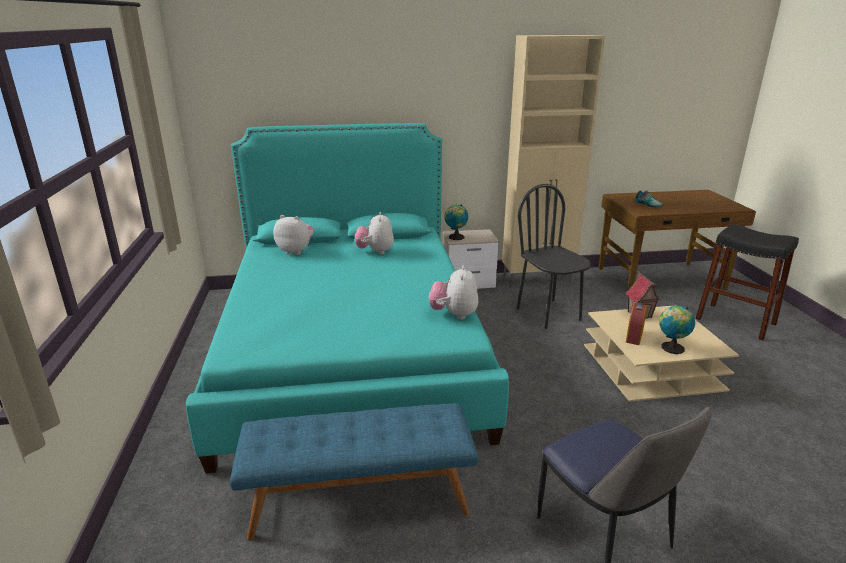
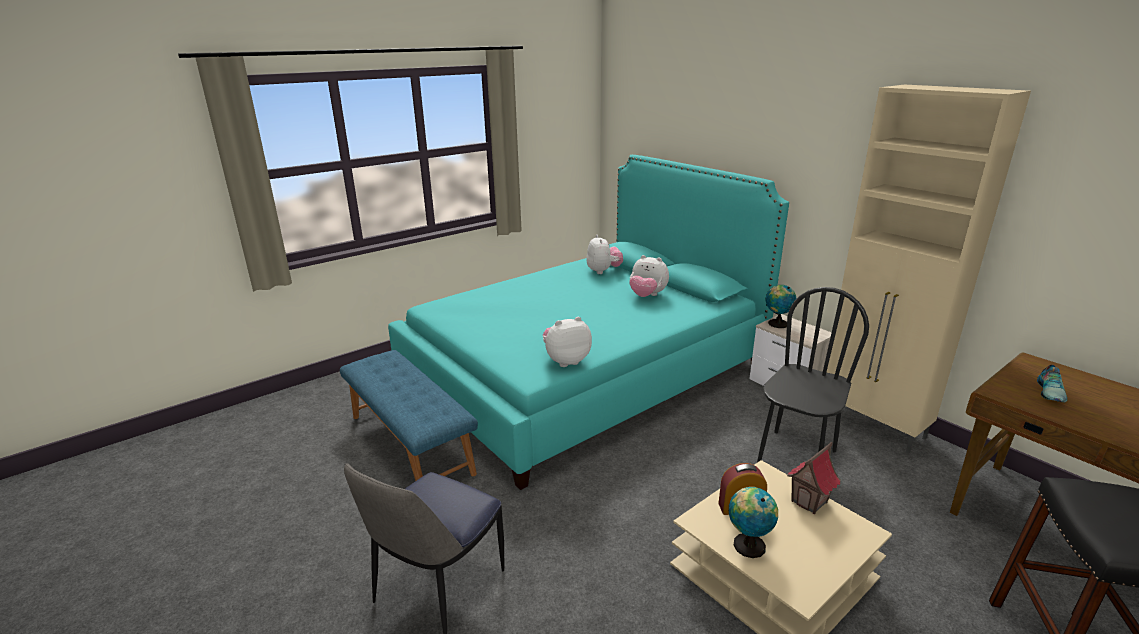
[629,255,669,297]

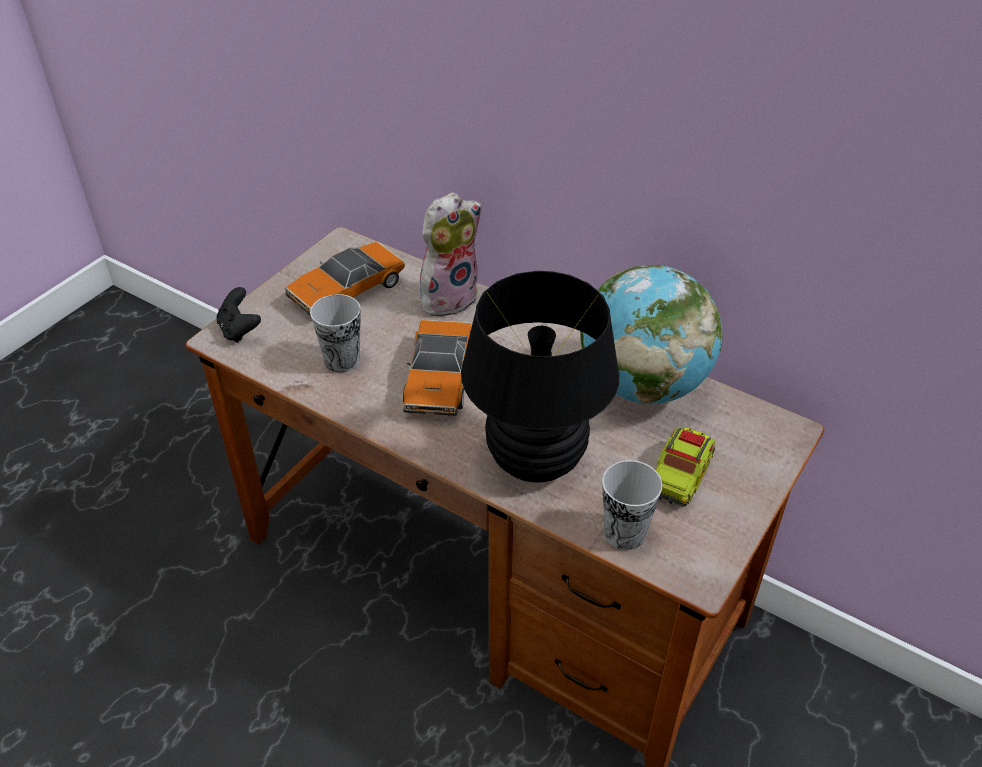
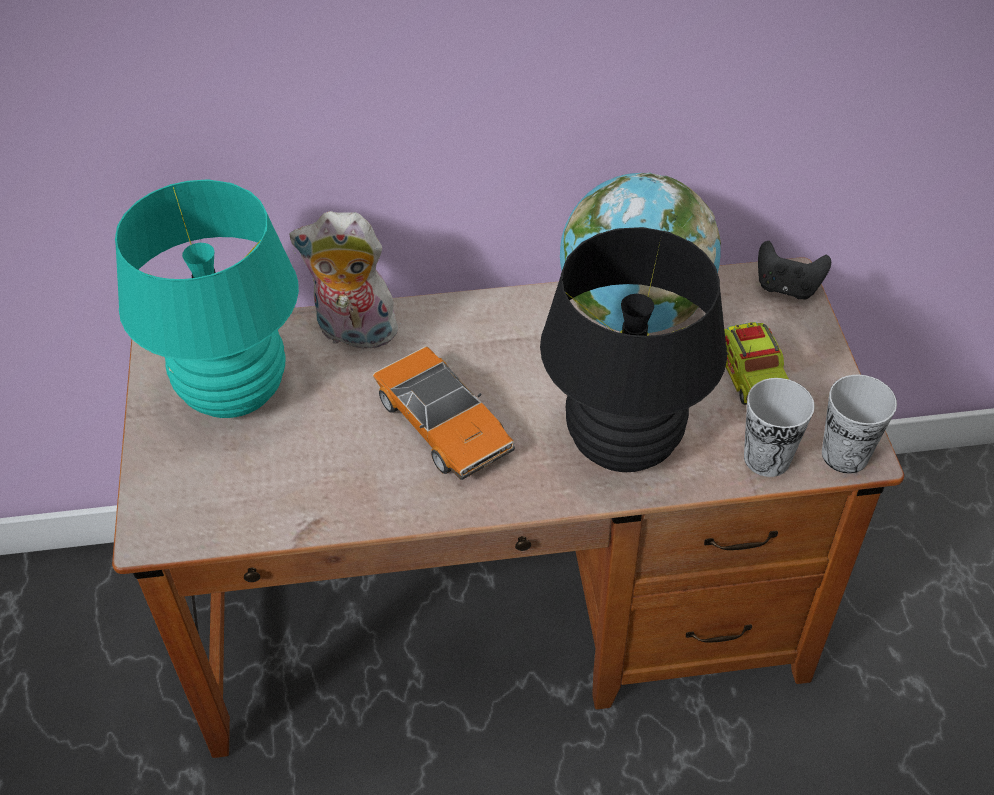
[115,179,299,418]
[289,211,402,349]
[758,241,831,300]
[822,375,897,474]

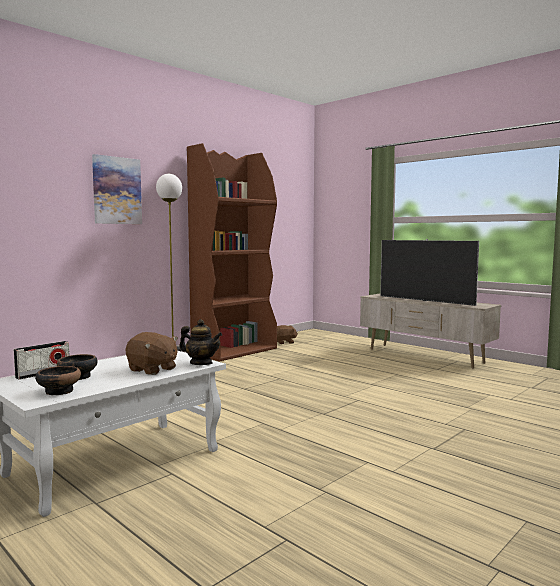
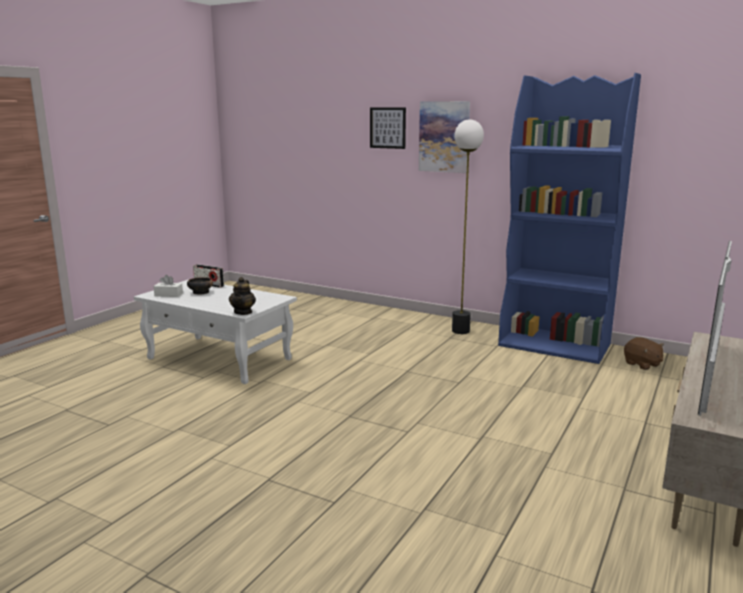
[153,275,183,297]
[370,108,406,149]
[498,73,641,364]
[125,332,178,375] (first image)

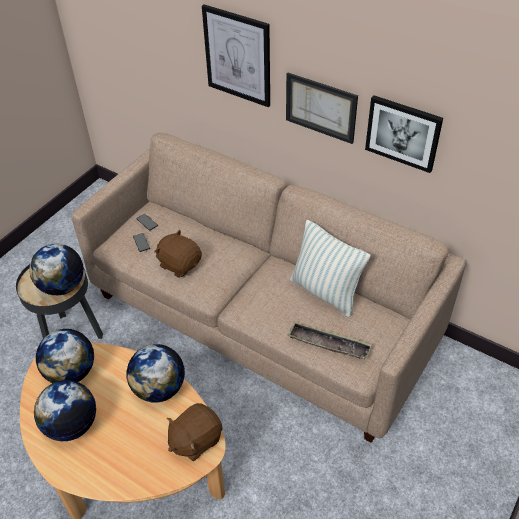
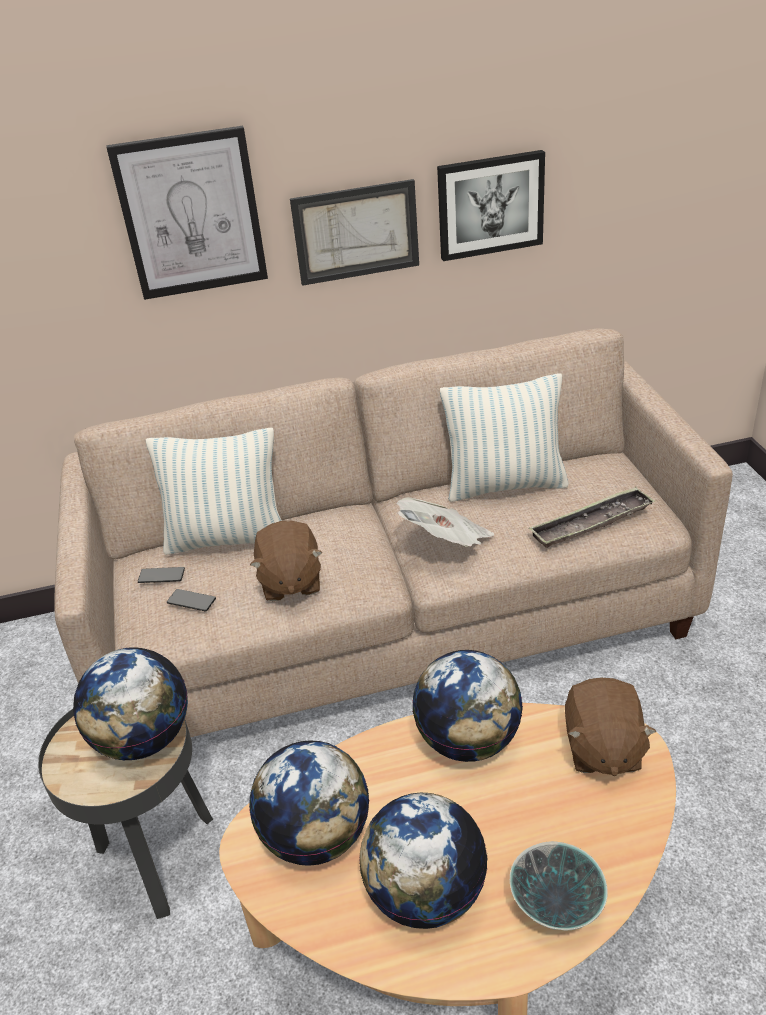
[146,428,282,555]
[250,521,322,601]
[397,497,494,547]
[510,841,608,931]

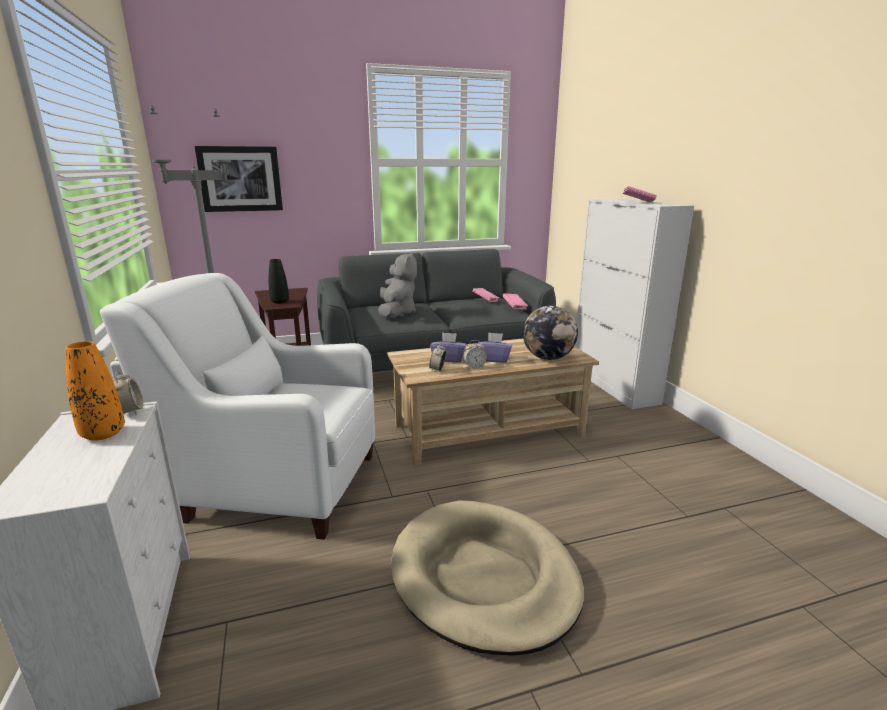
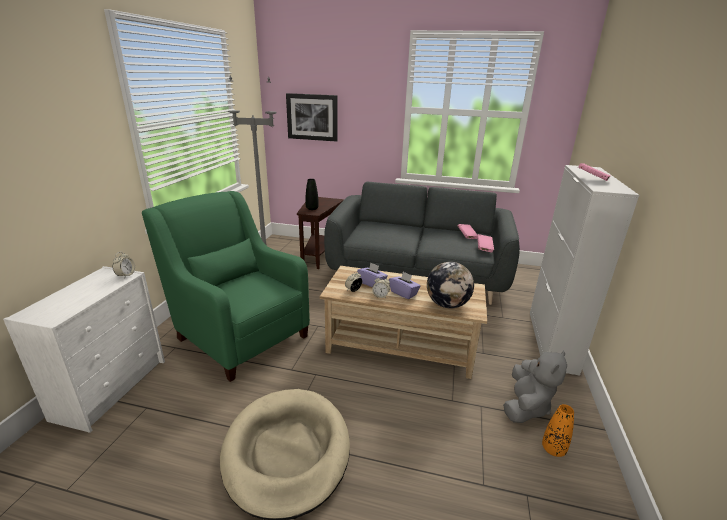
[142,191,310,382]
[503,351,567,423]
[542,404,574,457]

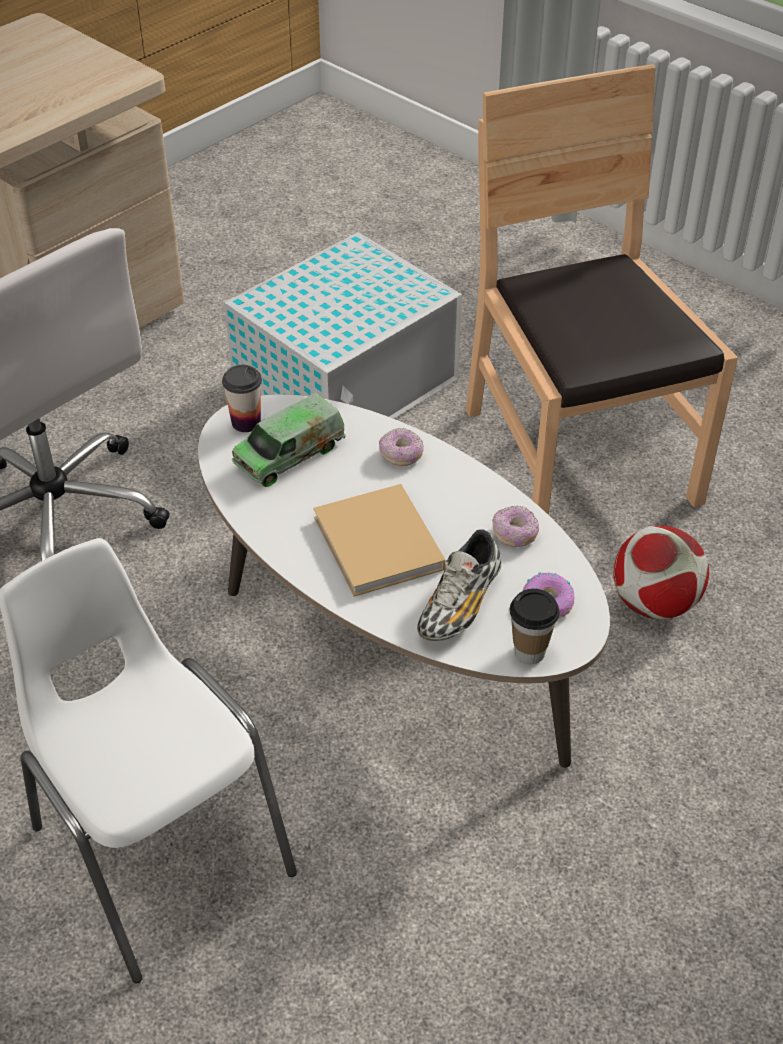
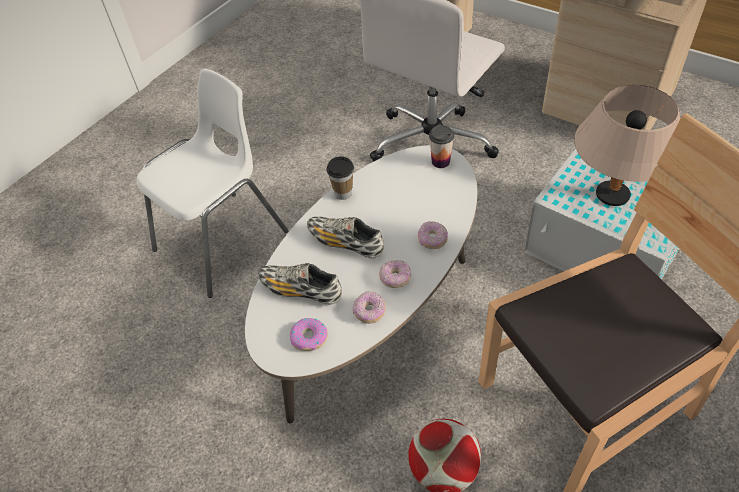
[307,217,384,258]
[326,156,354,200]
[379,260,411,288]
[574,85,680,206]
[232,393,346,487] (first image)

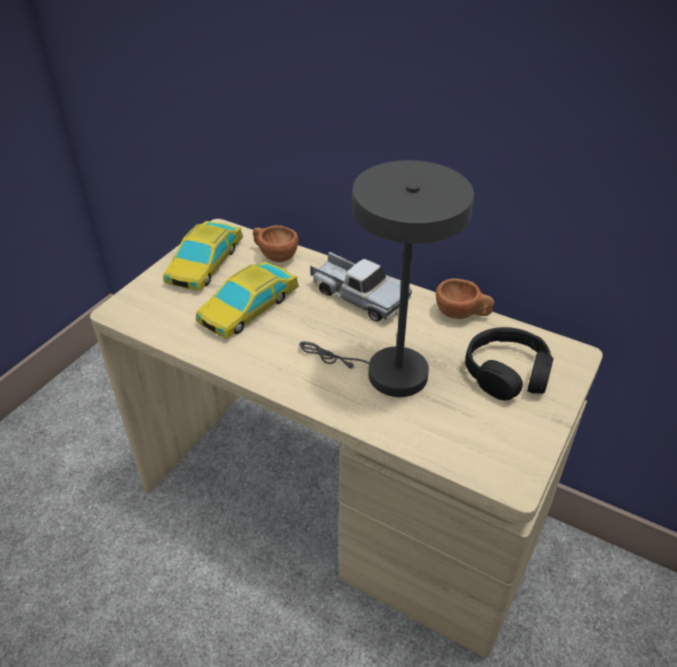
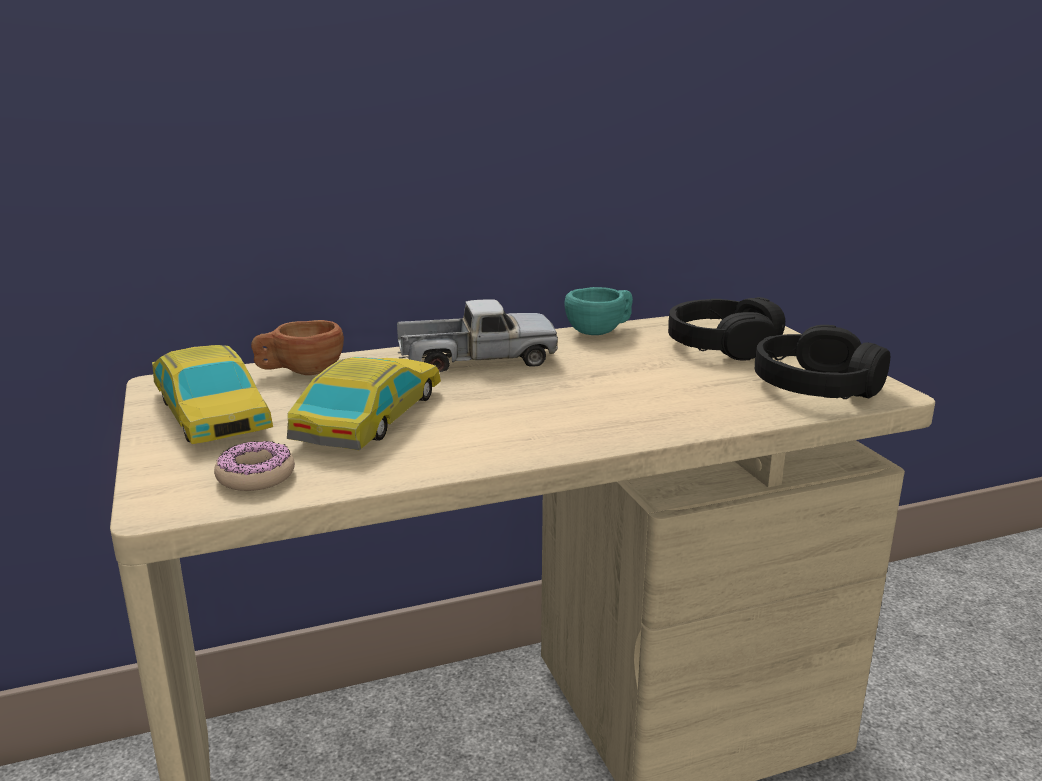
[214,441,295,491]
[287,357,441,450]
[564,287,633,335]
[755,325,890,399]
[299,160,474,397] (first image)

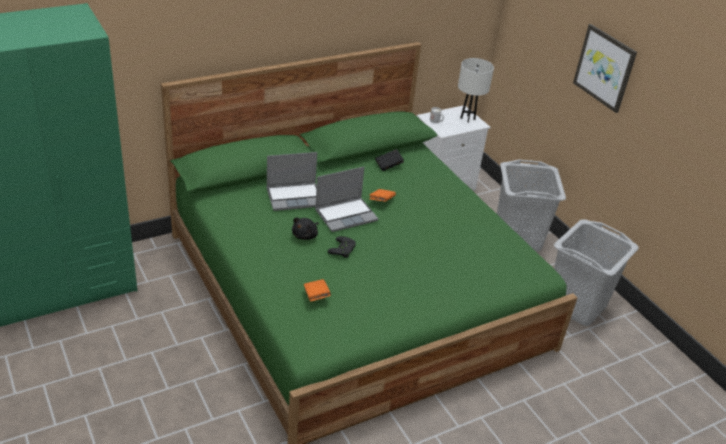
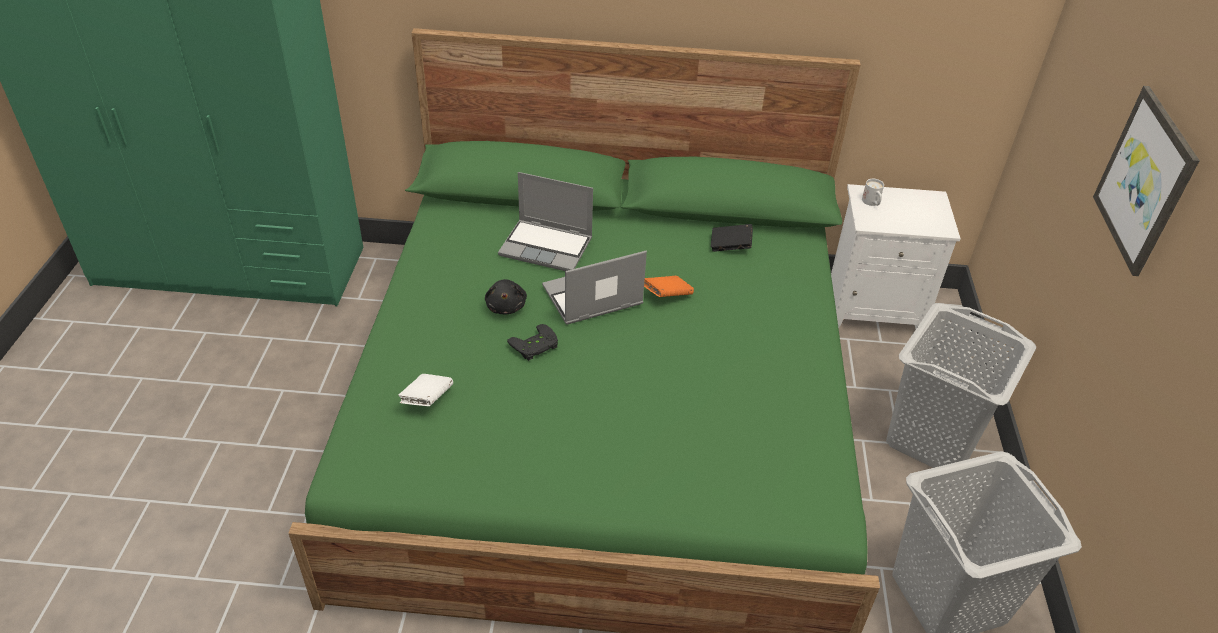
[398,374,453,406]
[485,279,527,315]
[542,251,647,325]
[458,58,494,123] (first image)

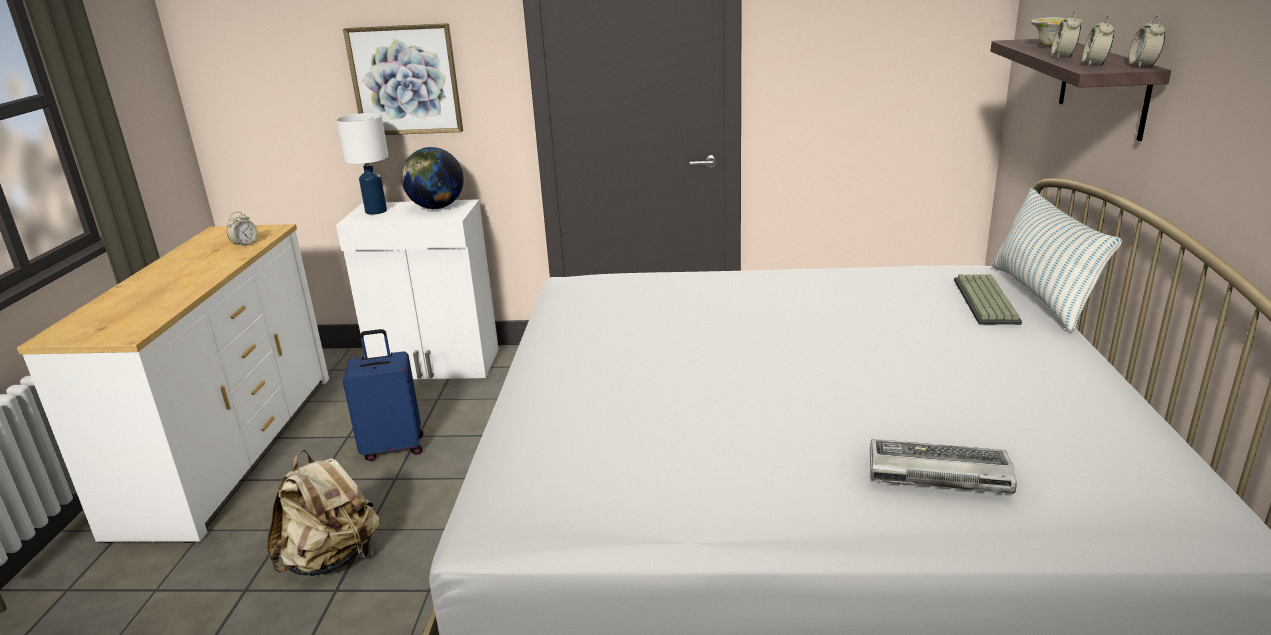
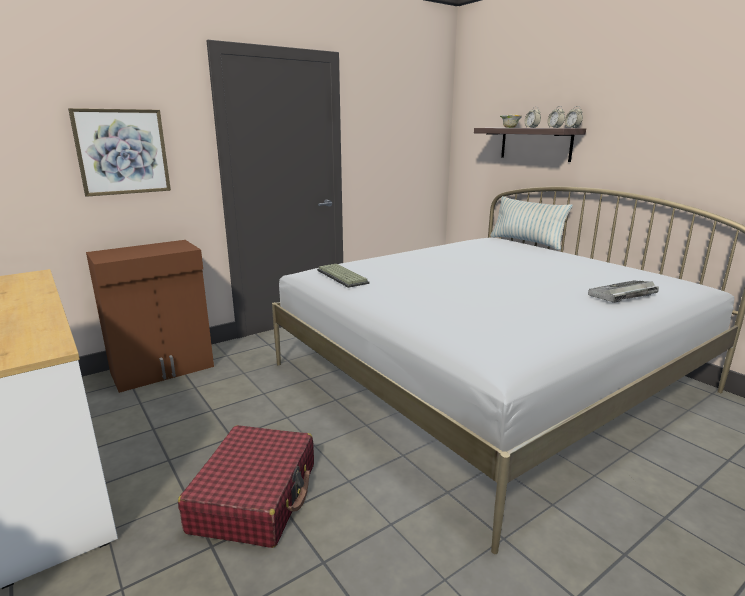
[86,240,214,393]
[178,425,314,548]
[317,264,369,288]
[227,212,257,248] (first image)
[336,113,389,215] (first image)
[343,329,423,461] (first image)
[401,147,464,209] (first image)

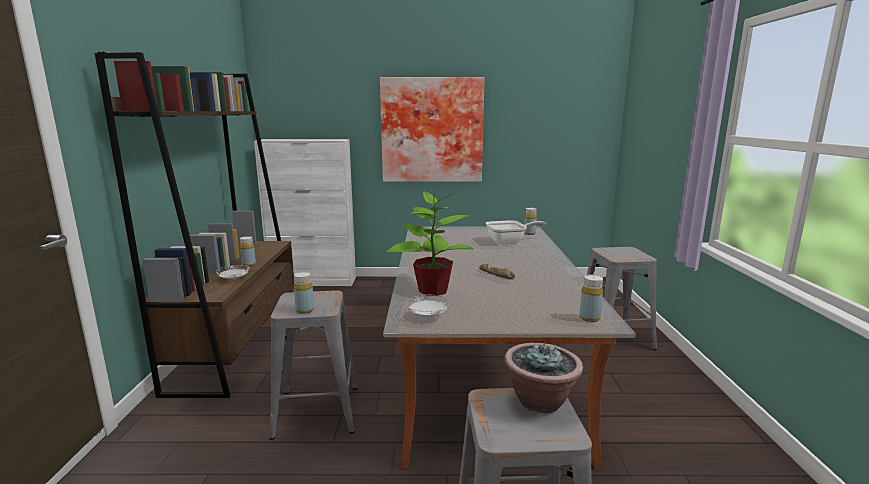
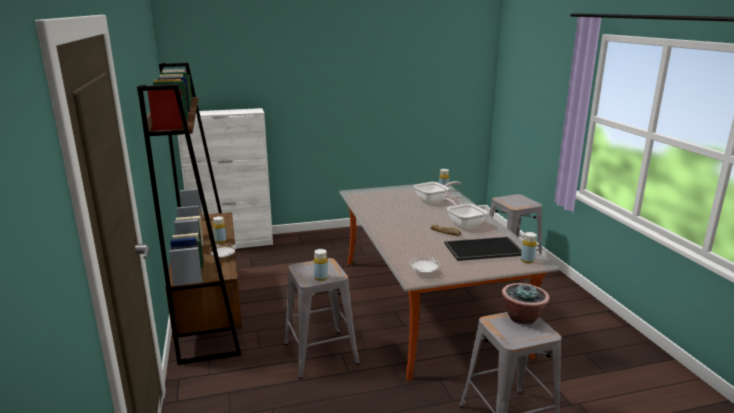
[443,198,487,229]
[444,237,522,261]
[380,77,485,182] (first image)
[387,188,473,296] (first image)

